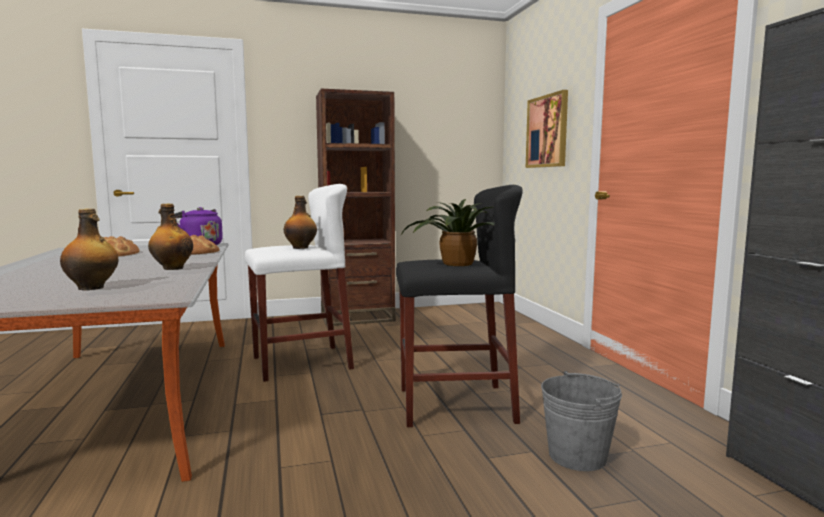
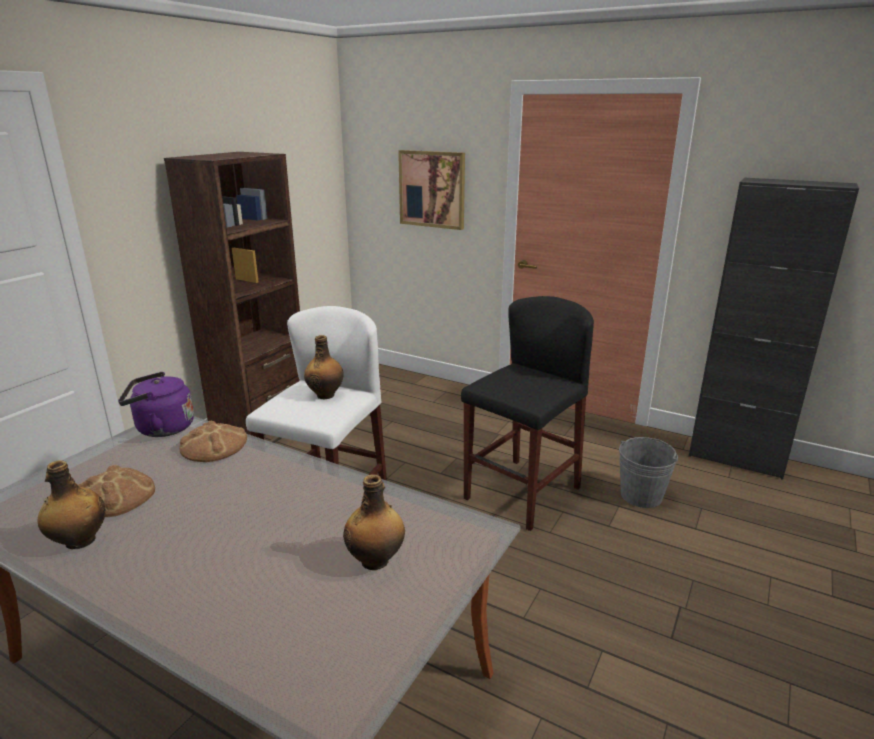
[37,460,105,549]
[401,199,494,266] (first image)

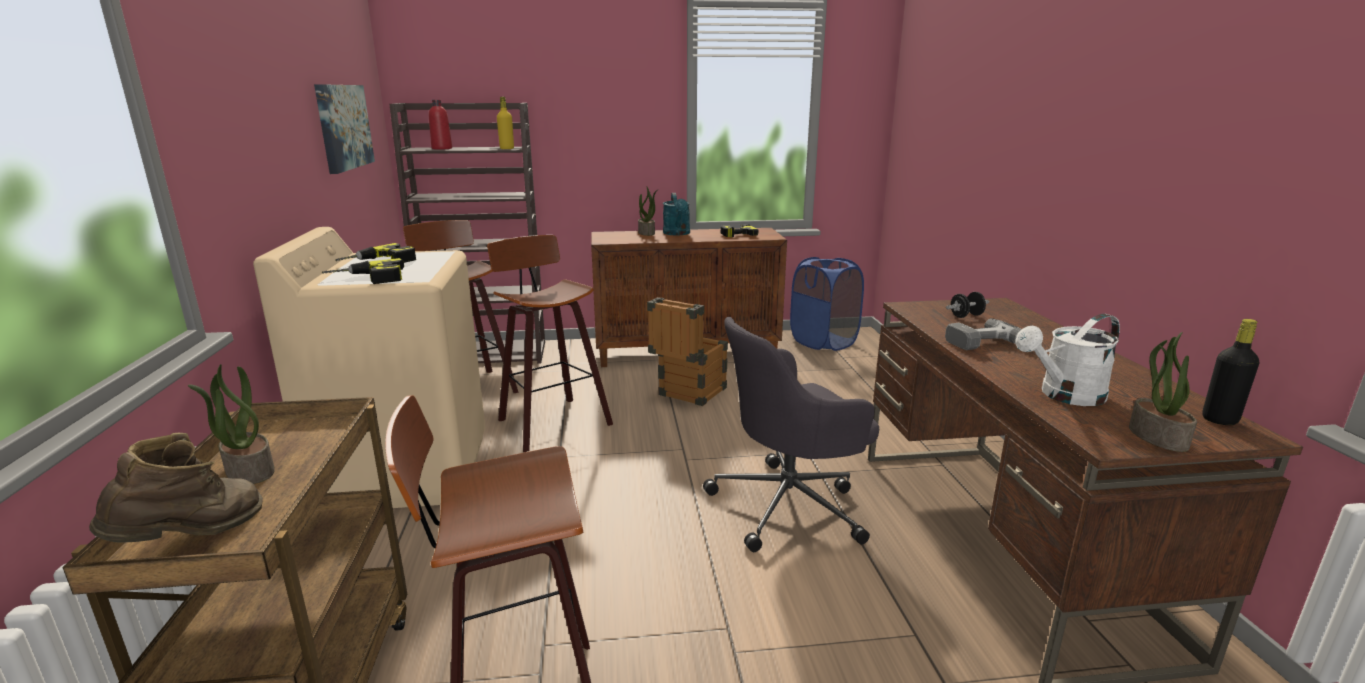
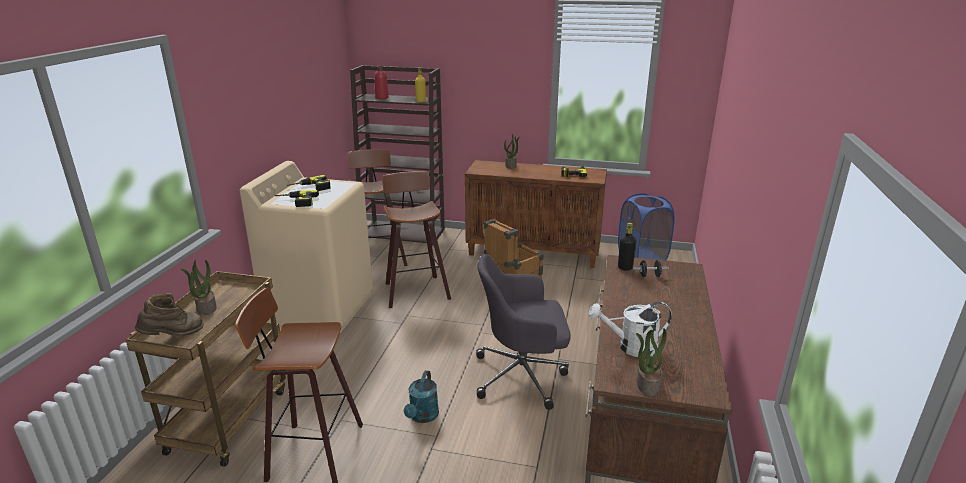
[404,370,439,423]
[618,223,636,271]
[314,84,375,174] (first image)
[945,319,1042,350] (first image)

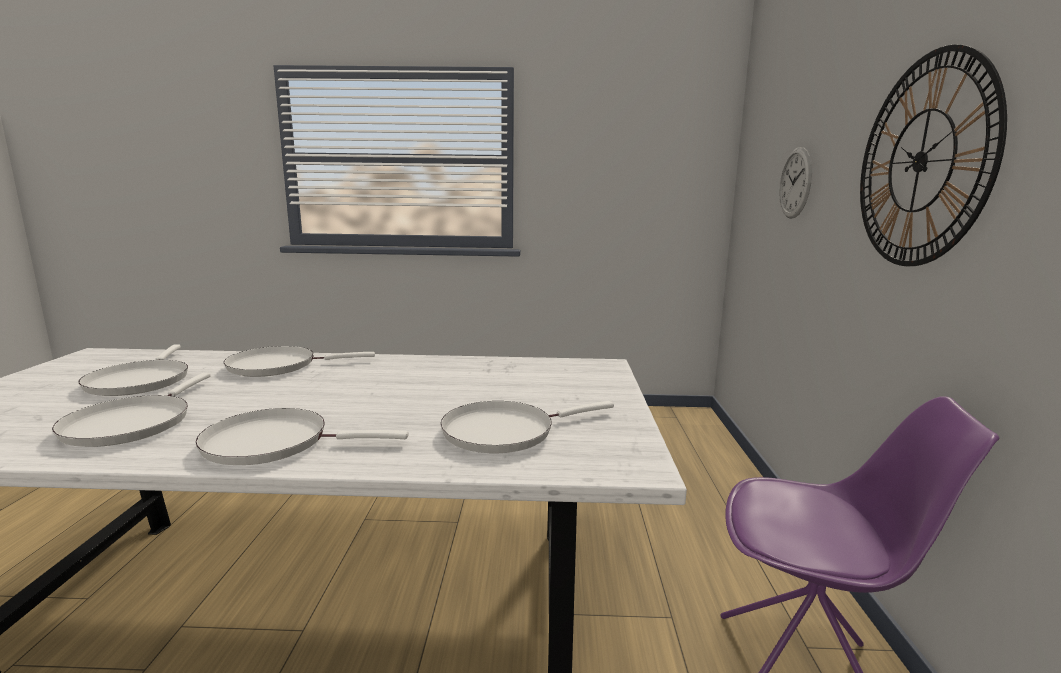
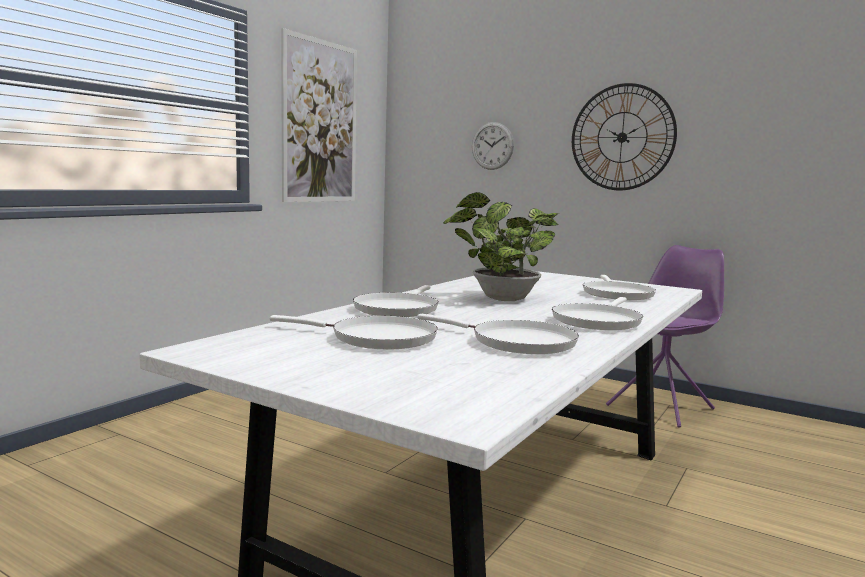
[281,28,357,202]
[443,192,560,301]

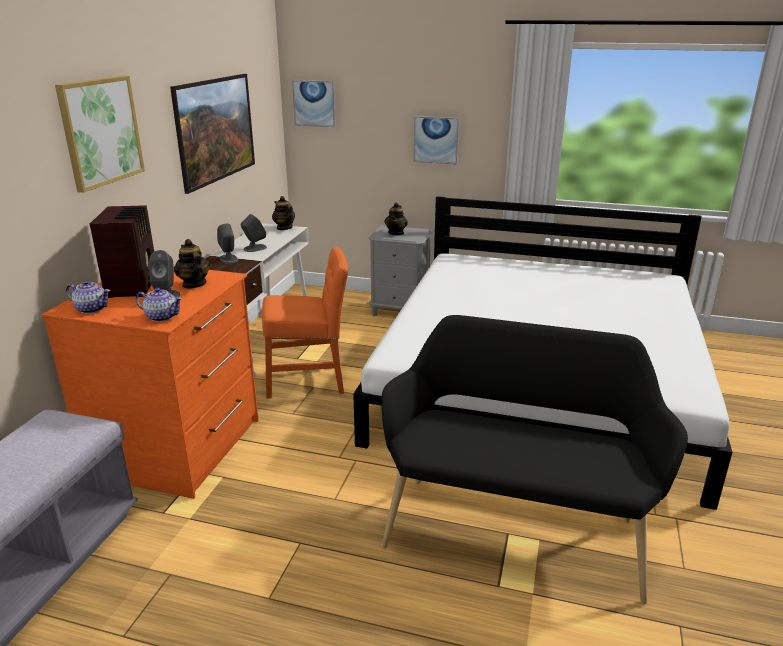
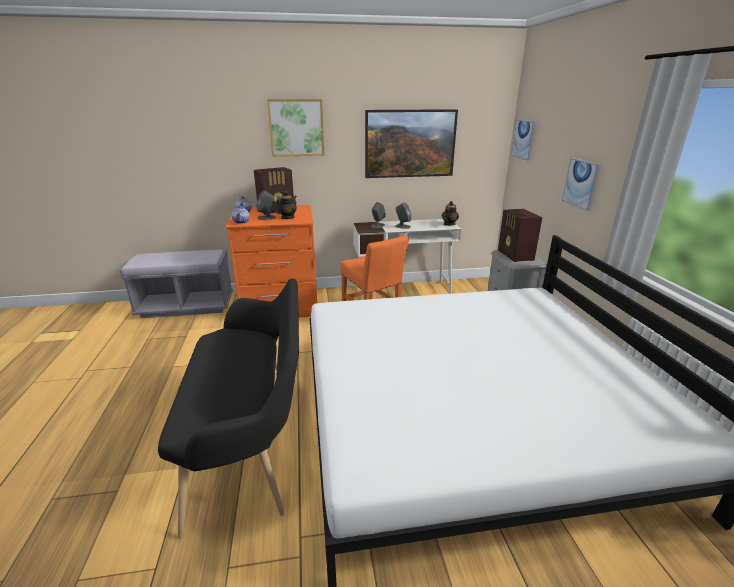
[498,209,542,262]

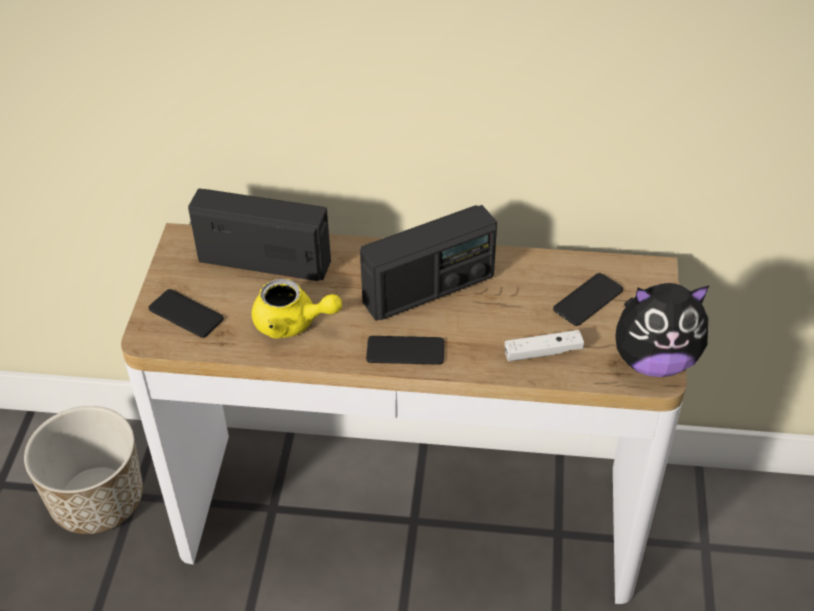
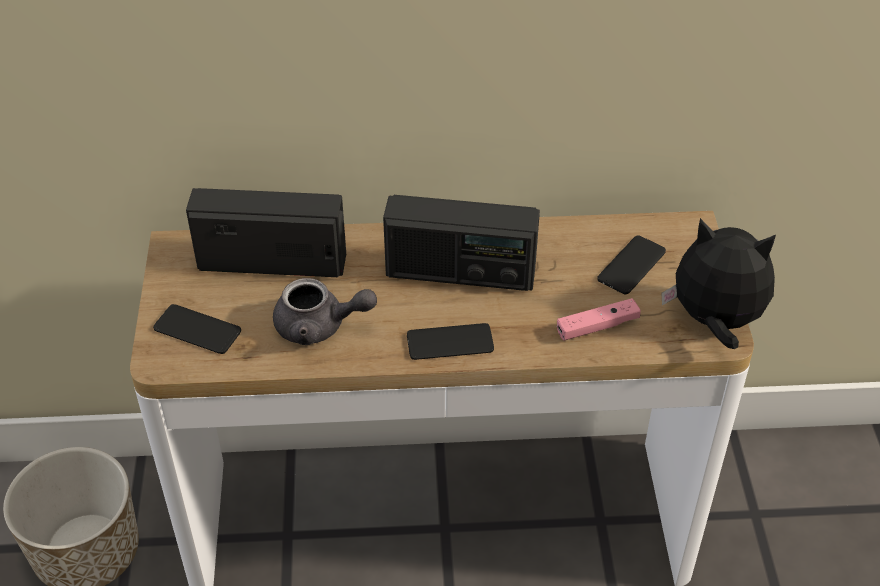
[273,278,377,345]
[383,195,540,291]
[557,298,641,340]
[661,218,776,349]

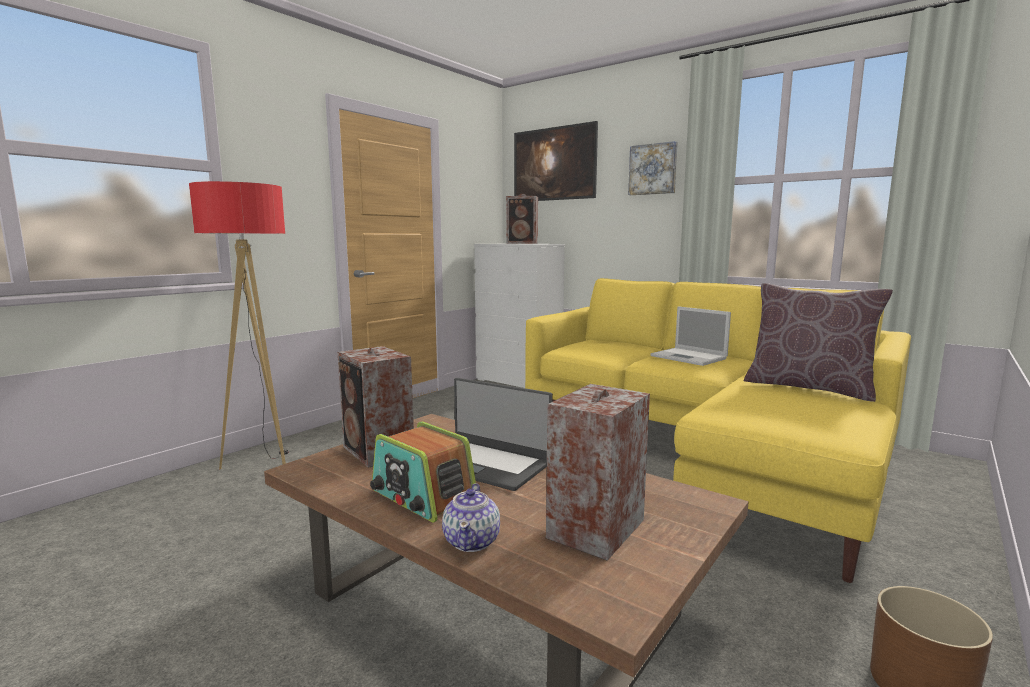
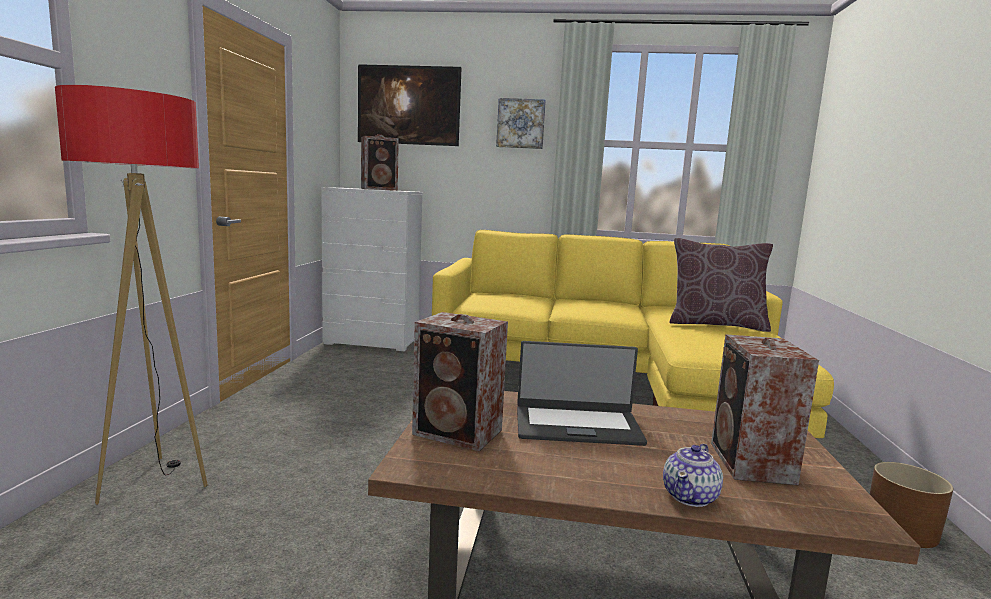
[663,443,723,507]
[370,421,476,523] (first image)
[651,306,731,366] (first image)

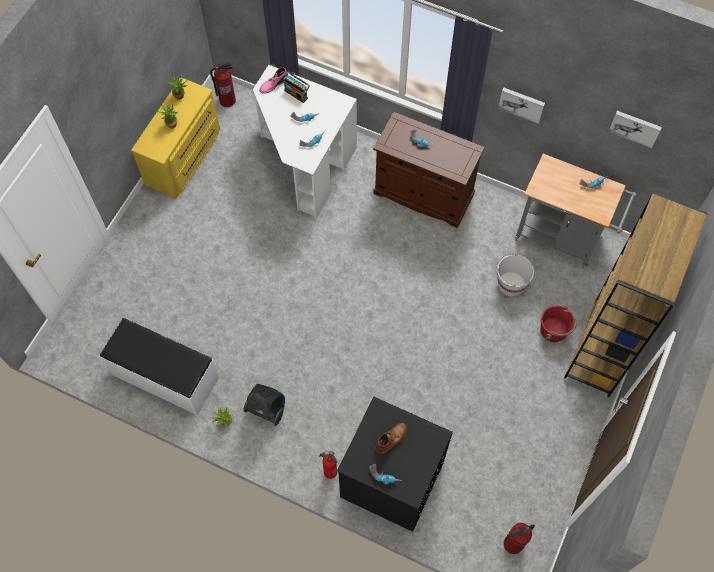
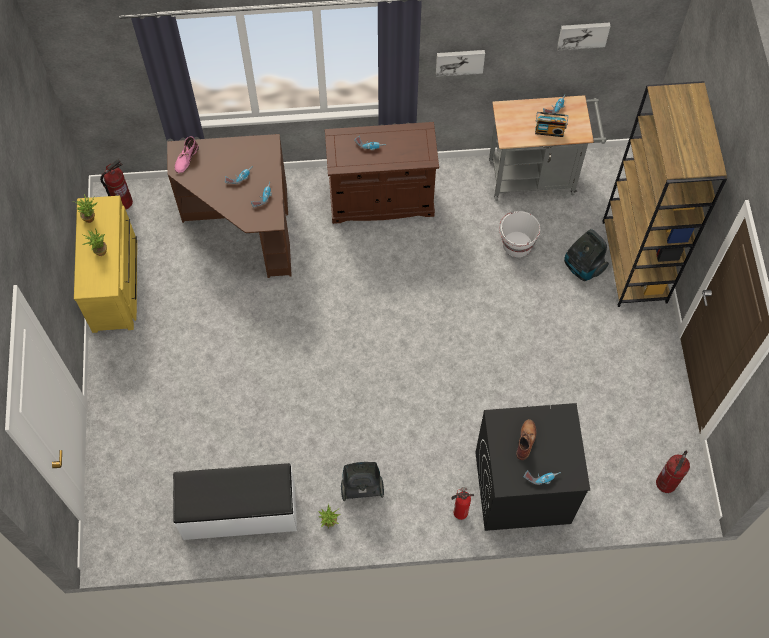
[167,134,292,278]
[535,112,569,137]
[564,229,609,281]

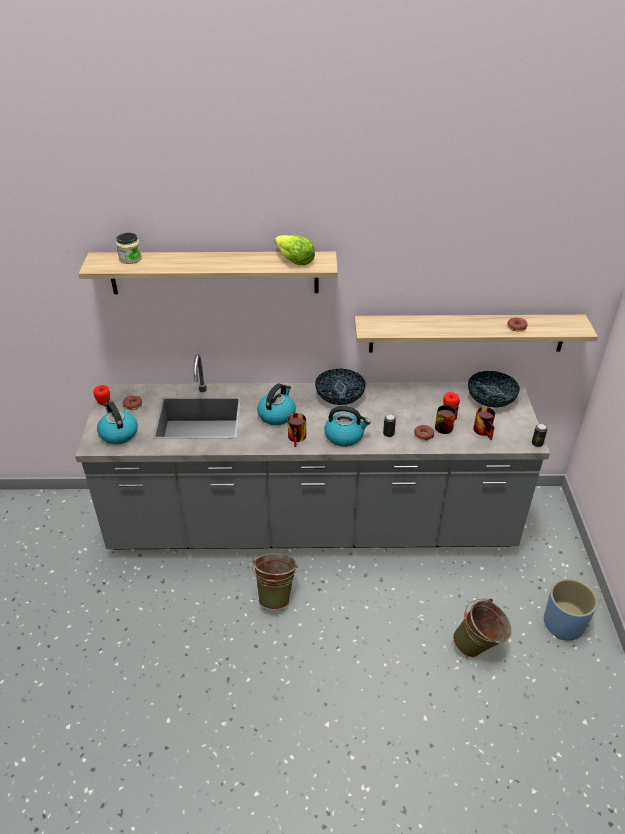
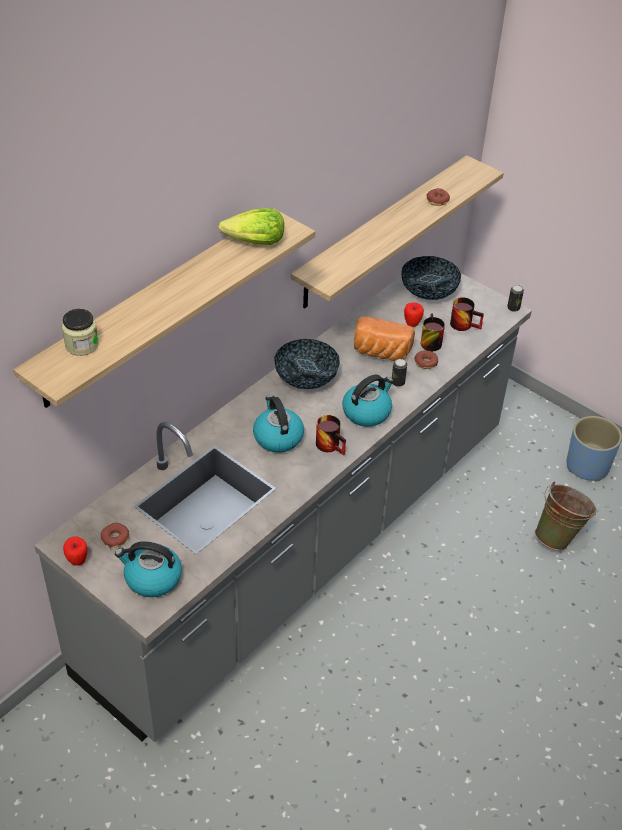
[354,317,415,361]
[252,553,298,610] (first image)

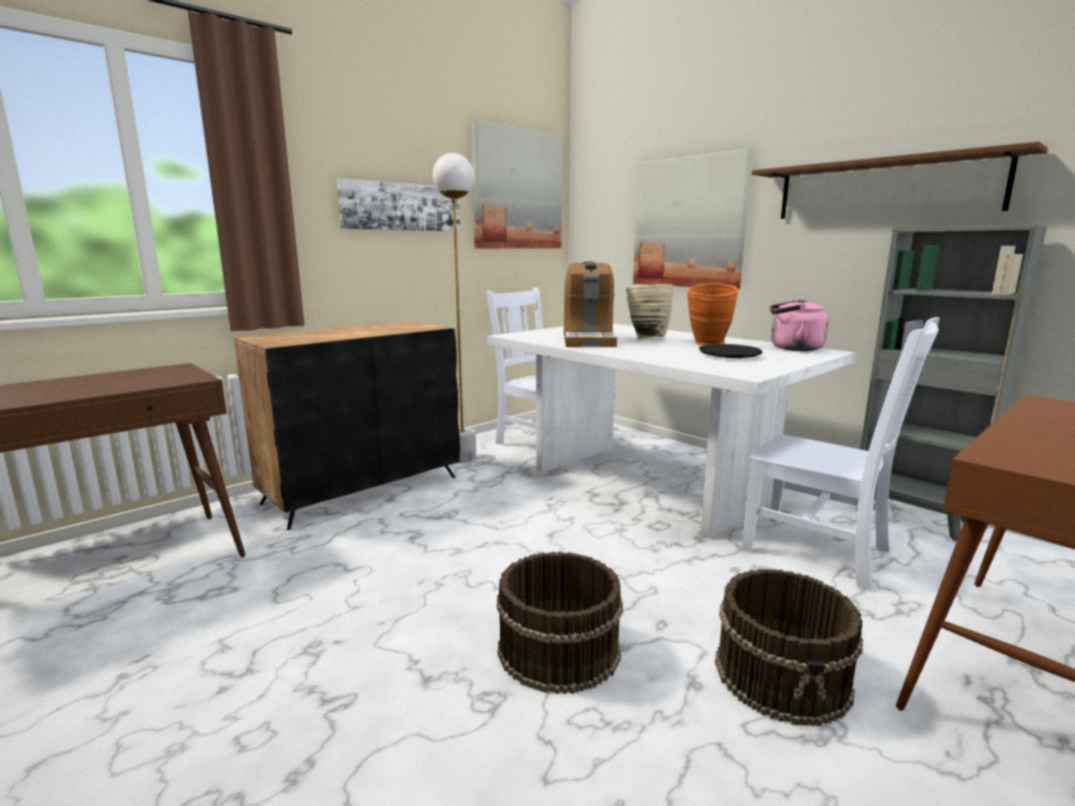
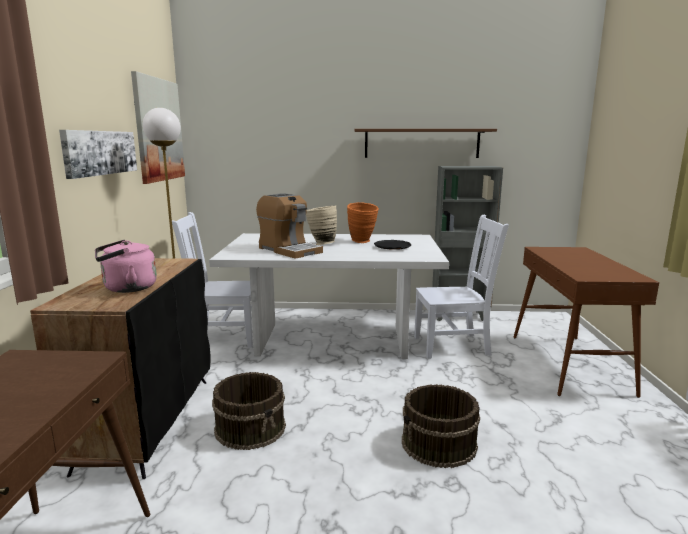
[95,240,157,293]
[212,372,286,450]
[633,148,752,289] (first image)

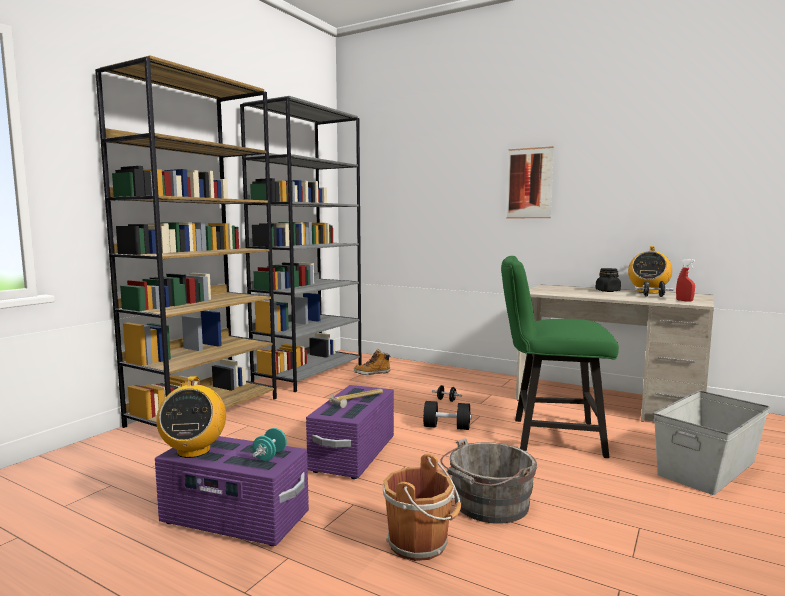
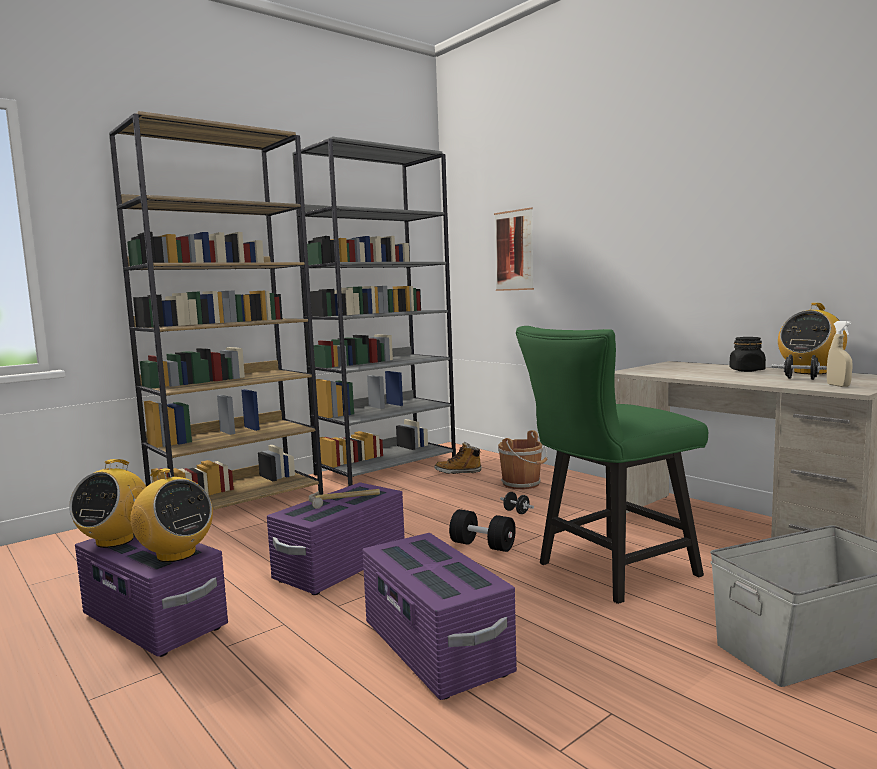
[128,468,213,562]
[362,533,517,700]
[494,207,534,291]
[498,430,548,489]
[516,326,708,604]
[827,321,853,387]

